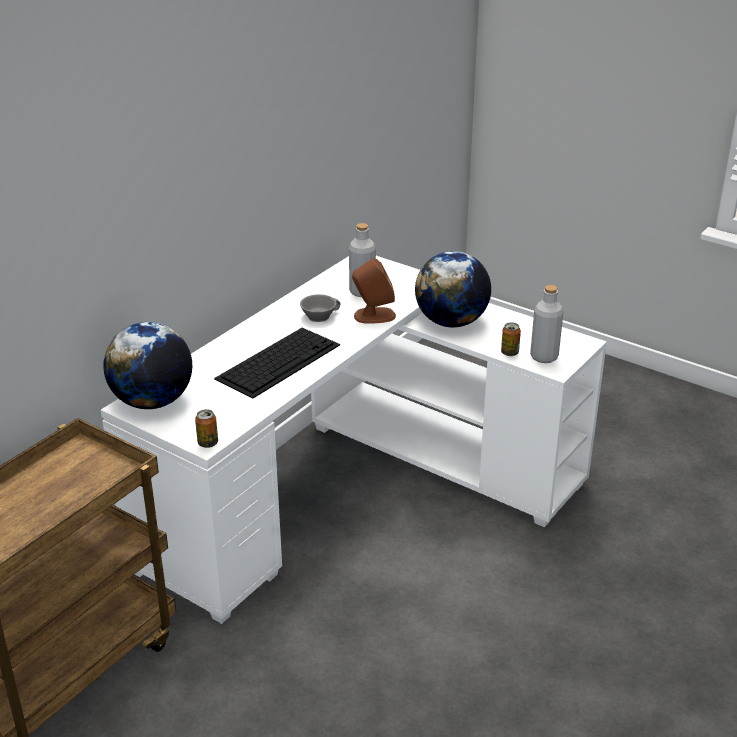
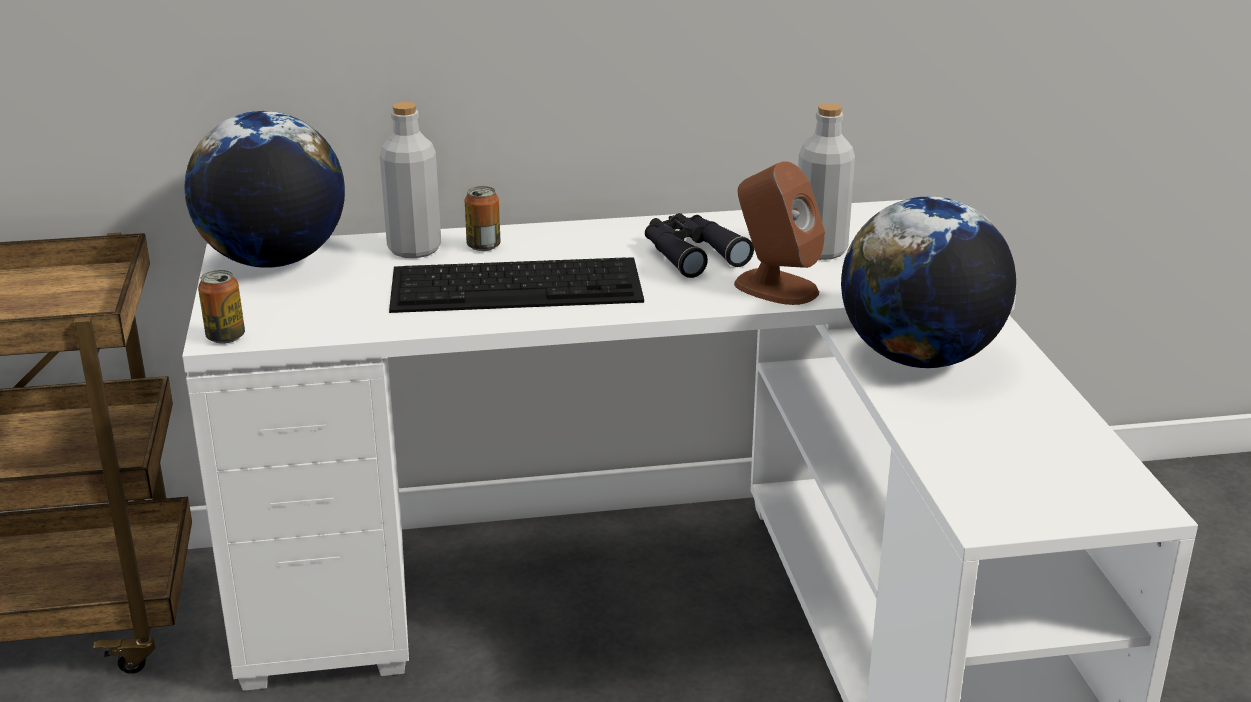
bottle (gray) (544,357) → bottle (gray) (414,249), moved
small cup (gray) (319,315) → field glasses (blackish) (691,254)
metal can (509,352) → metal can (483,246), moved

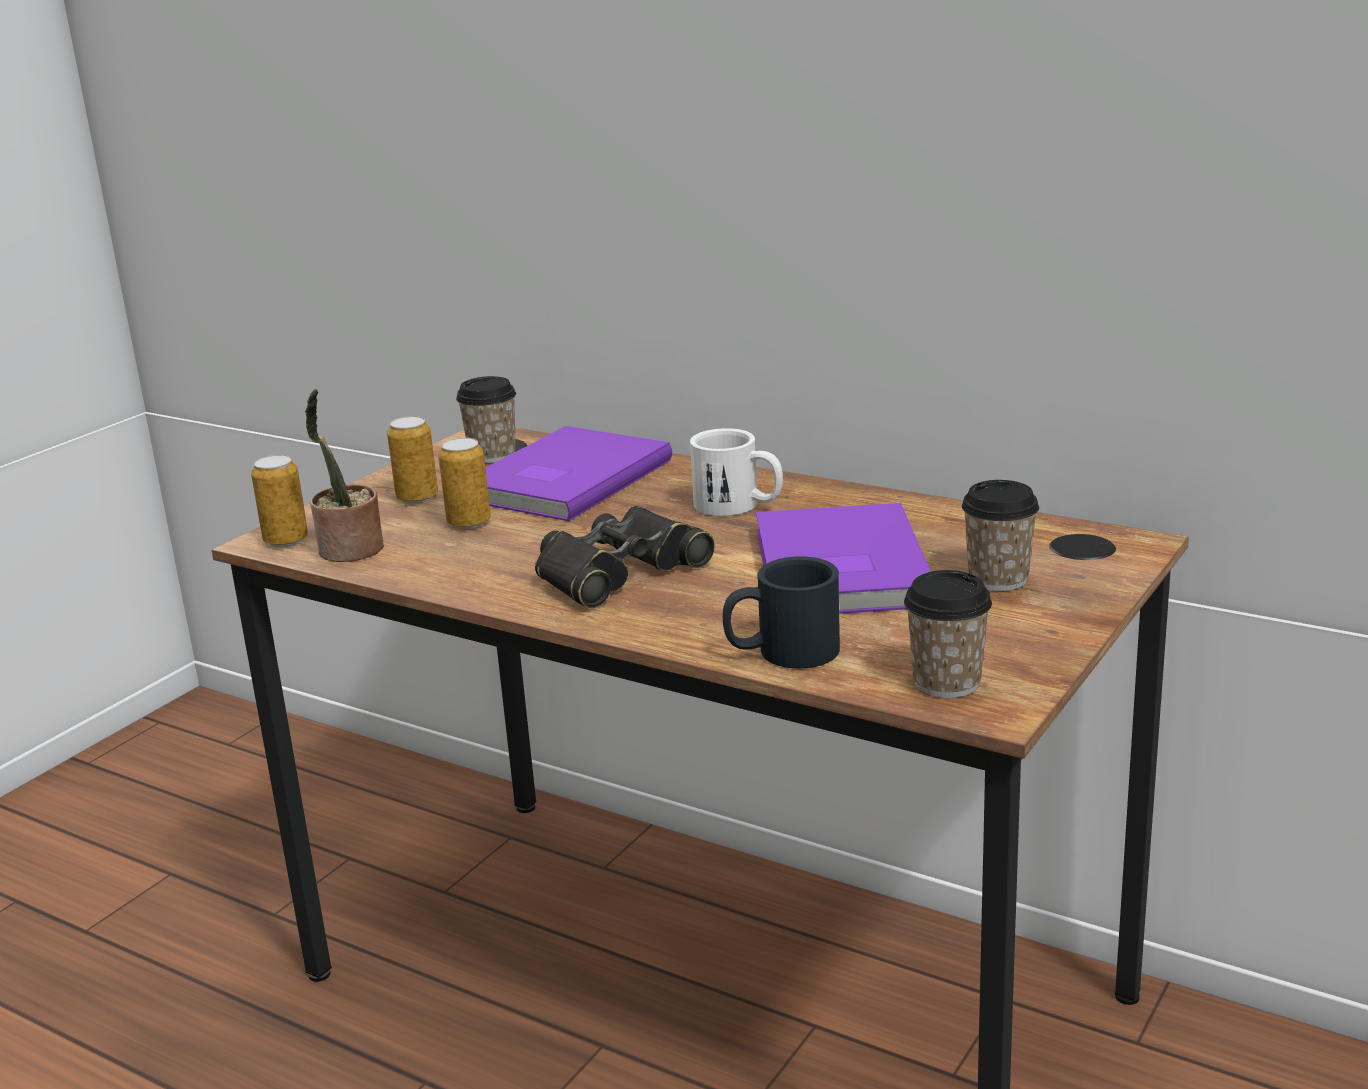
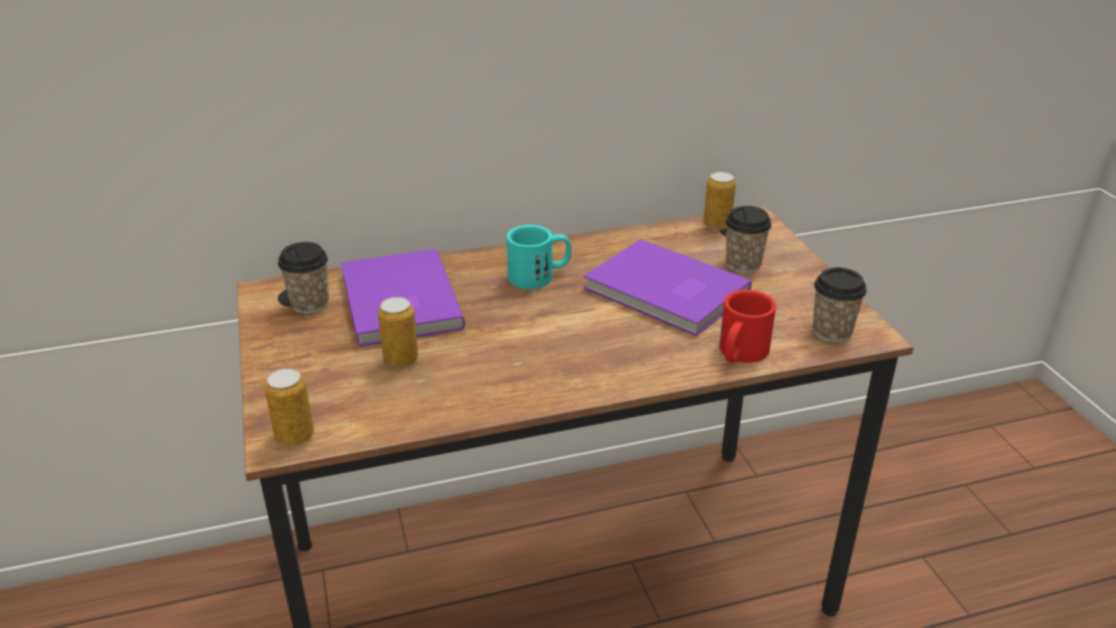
plant in a pot (349,551) → -
metal can (417,497) → metal can (717,225), moved
tea mug (whitish) (739,506) → tea mug (turquoise) (540,275)
field glasses (blackish) (618,572) → -
tea mug (blackish) (782,653) → tea mug (red-coloured) (739,354)

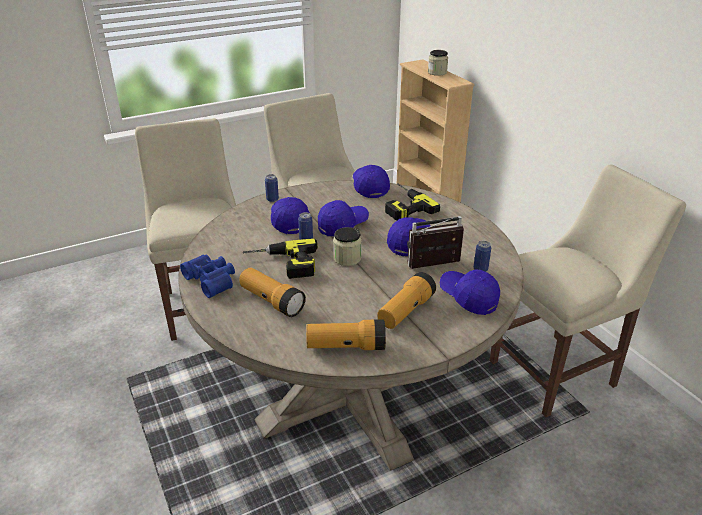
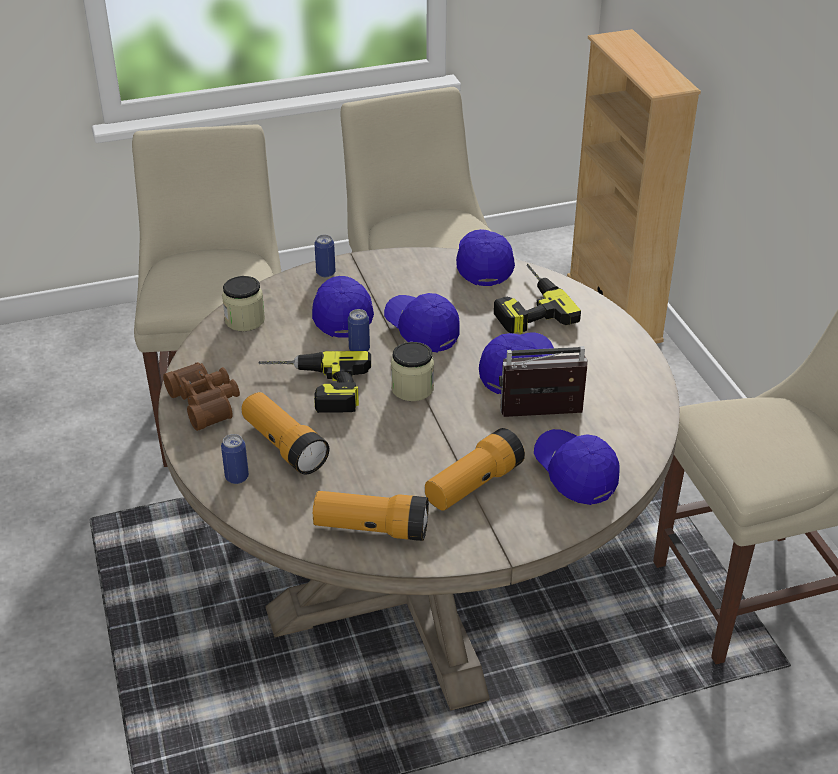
storage jar (437,72) → storage jar (245,320), moved
cap (blue-coloured) (342,225) → cap (blue-coloured) (421,330), 105 degrees counterclockwise
metal can (480,269) → metal can (237,477), moved
field glasses (blue-coloured) (212,280) → field glasses (brown) (207,402)

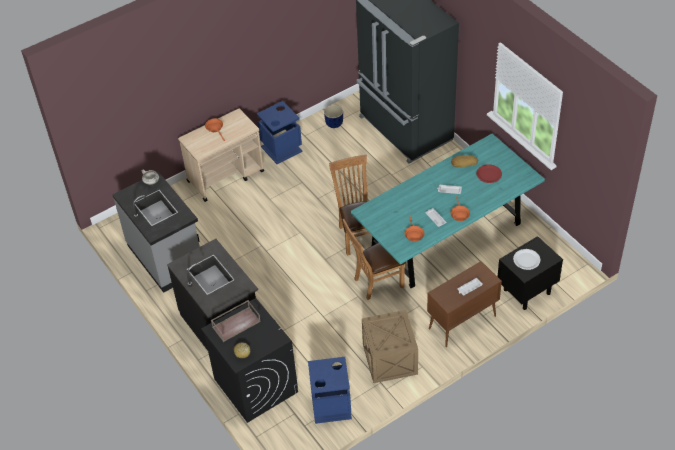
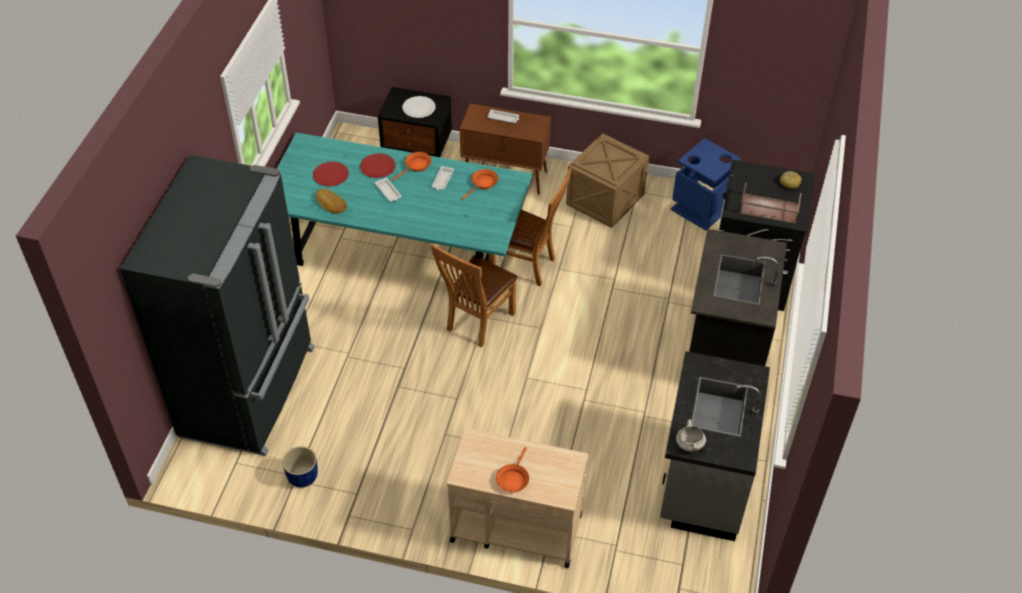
rubbish bin (blue-coloured) (281,149) → -
- → flat dish (red-coloured) (378,167)

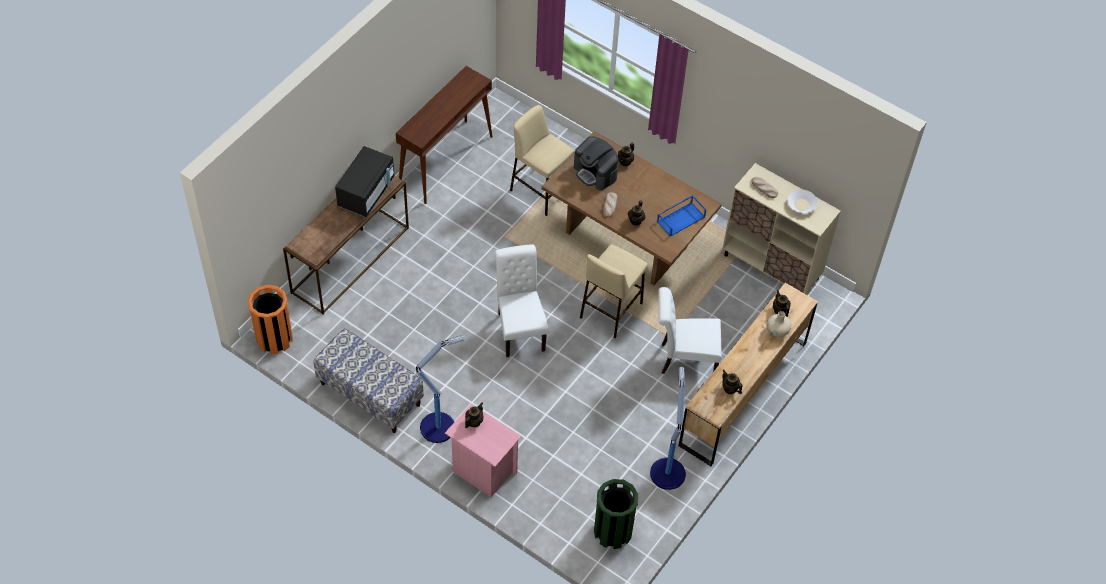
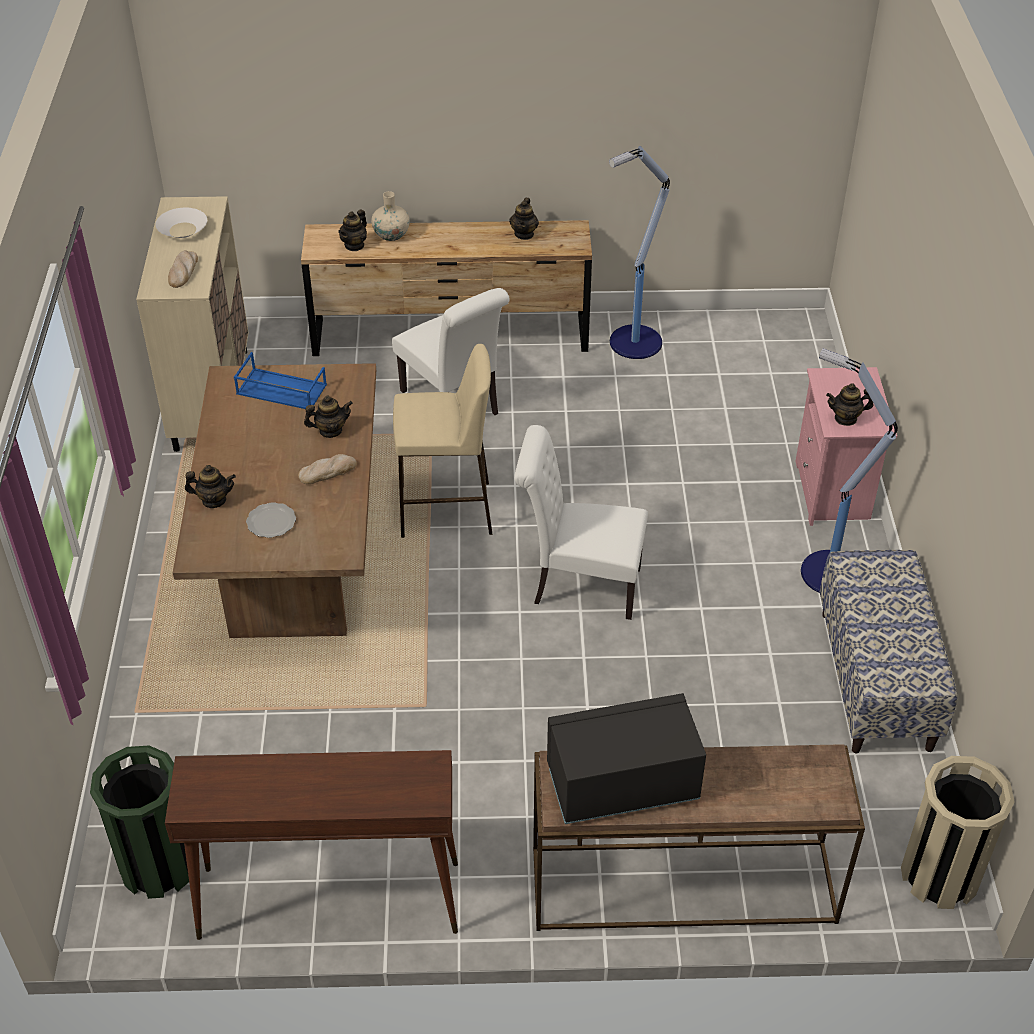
stool (beige) (540,191) → -
coffee maker (595,172) → flat dish (271,521)
plain chair (whitish) (519,328) → plain chair (whitish) (579,585), 60 degrees clockwise
rubbish bin (orange-coloured) (274,339) → rubbish bin (beige) (939,875)
rubbish bin (green-coloured) (613,531) → rubbish bin (green-coloured) (159,865), moved

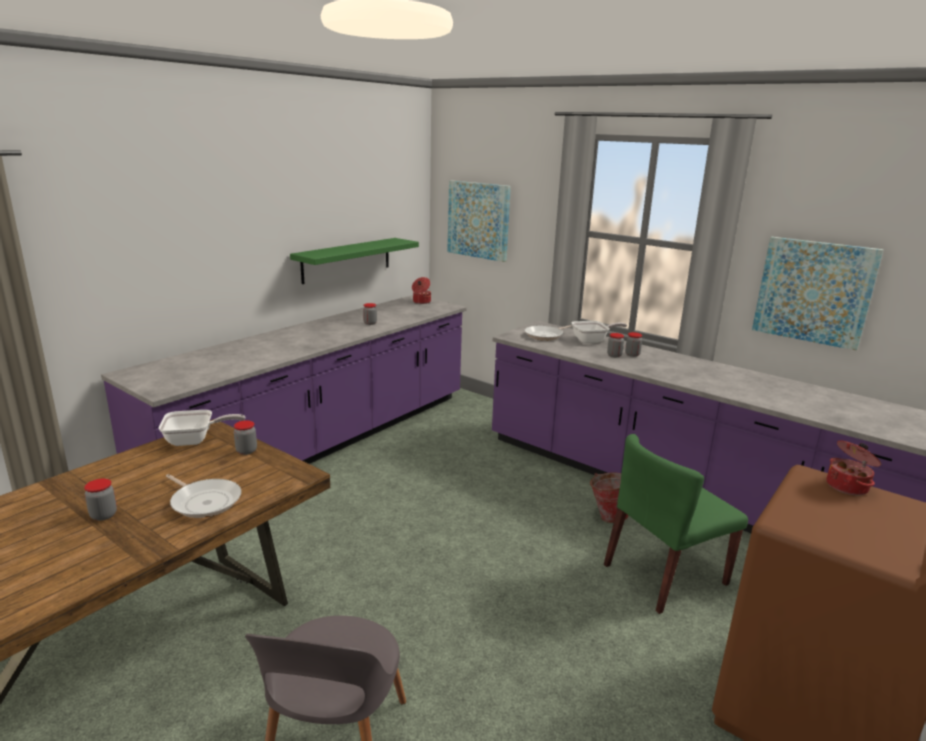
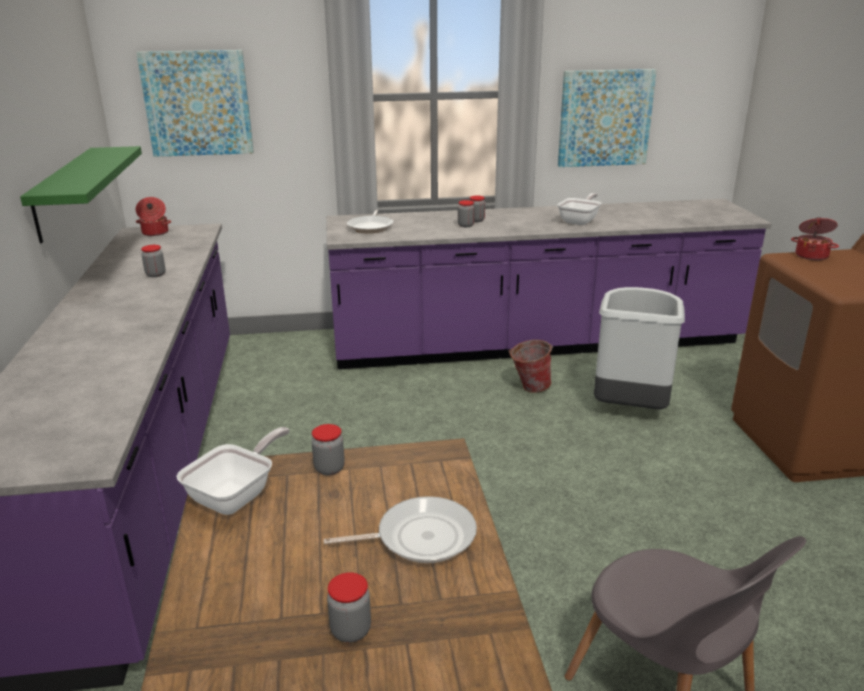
pan (592,341) → pan (580,221), moved
plain chair (green-coloured) (664,575) → rubbish bin (gray) (629,408)

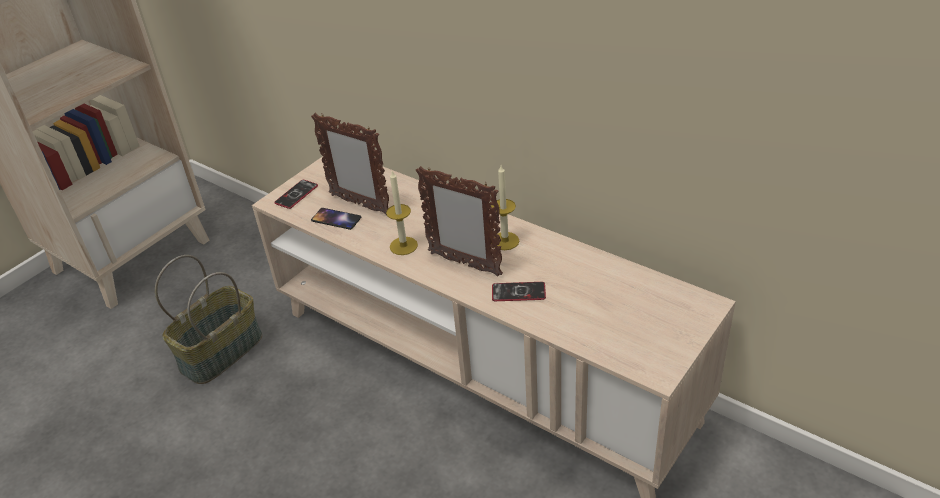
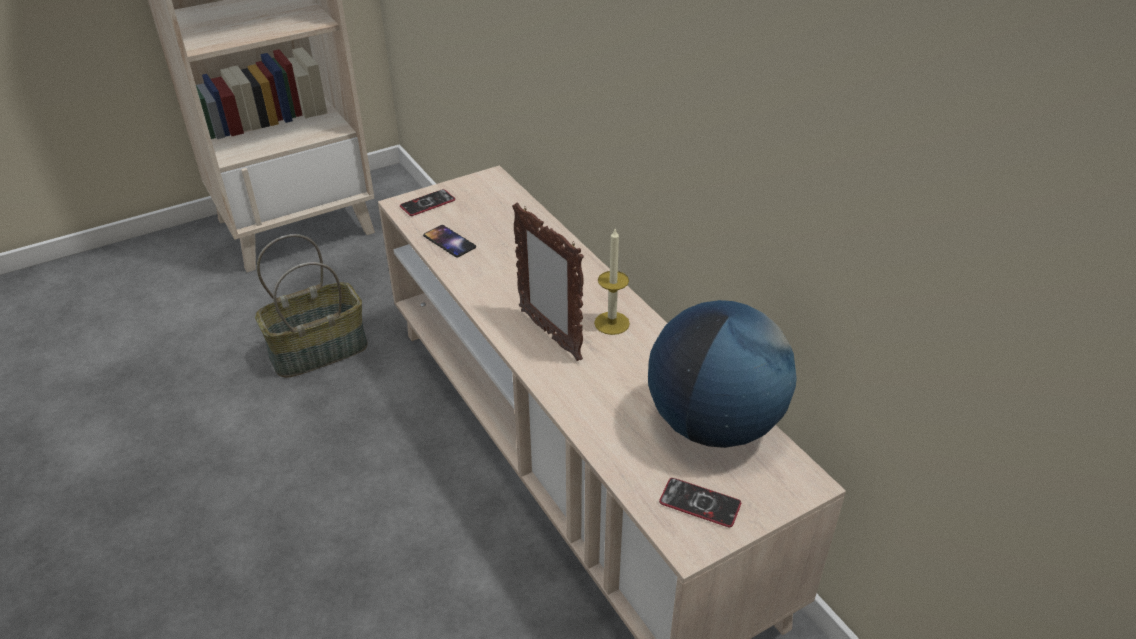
picture frame (359,204) → -
wax candle (403,246) → -
phone (518,292) → phone (700,503), moved
- → world globe (714,424)

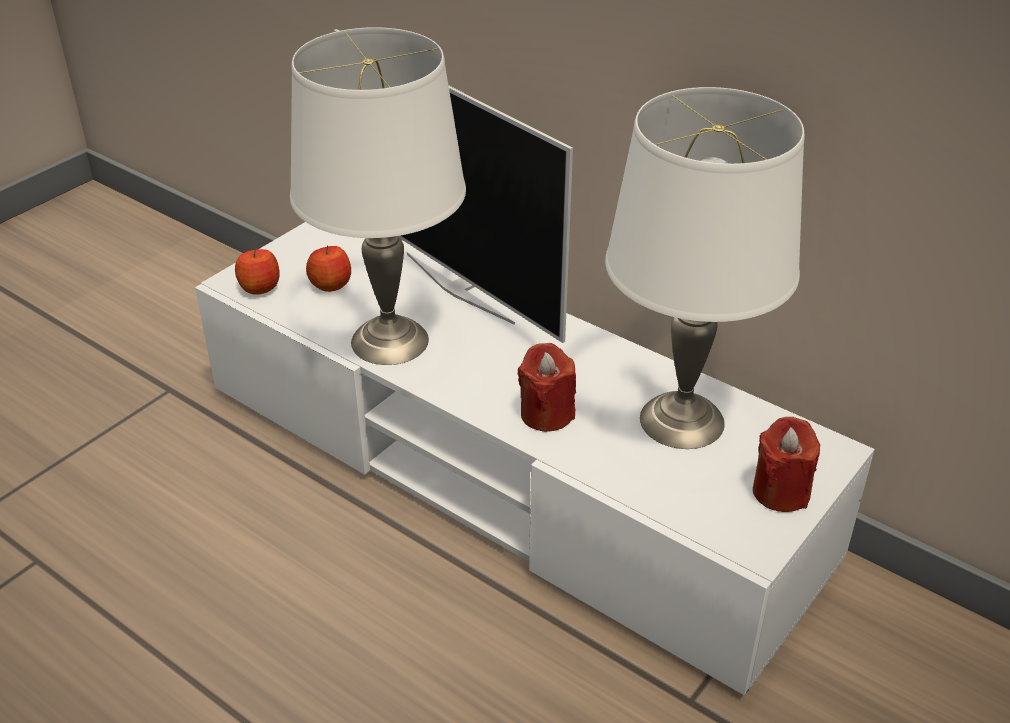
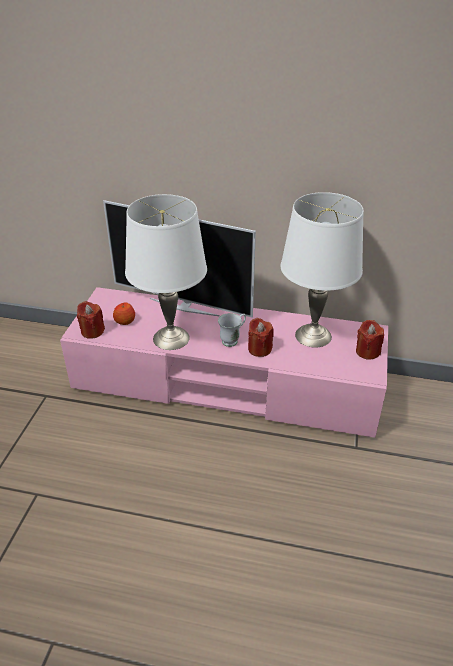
media console (whitish) (505,471) → media console (pink) (226,383)
apple fruit (259,287) → wax candle (red-coloured) (92,331)
- → tea mug (whitish) (233,340)

